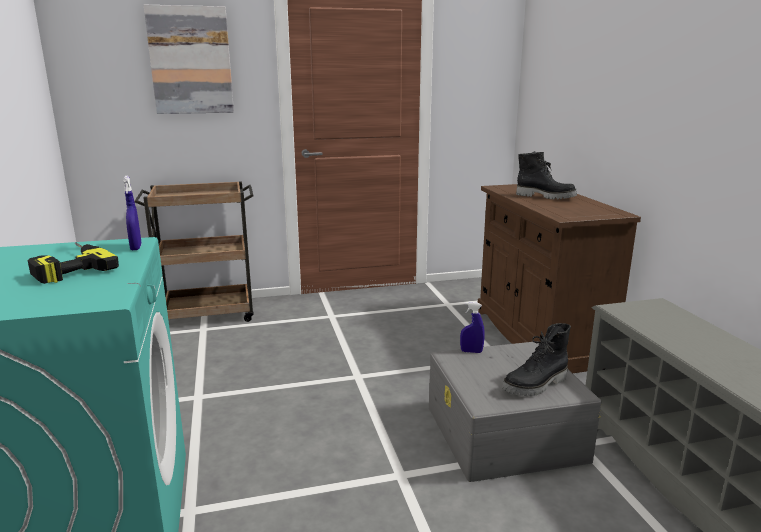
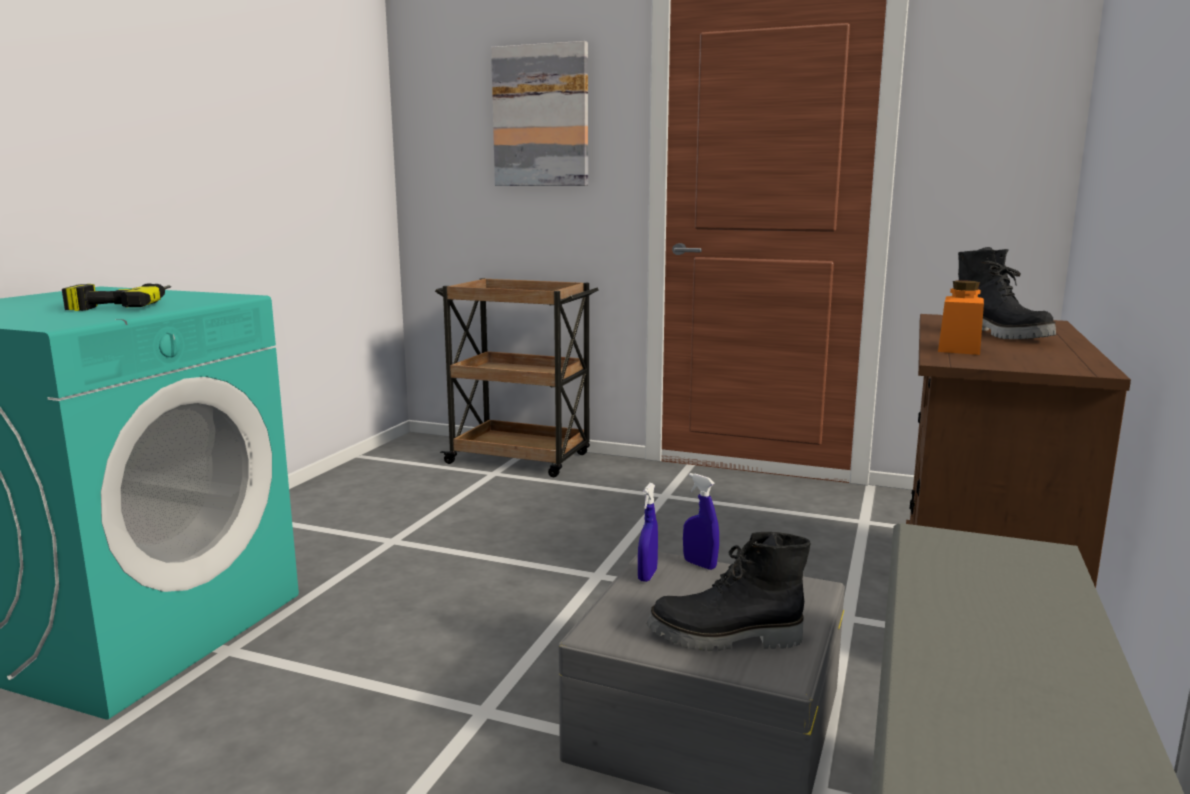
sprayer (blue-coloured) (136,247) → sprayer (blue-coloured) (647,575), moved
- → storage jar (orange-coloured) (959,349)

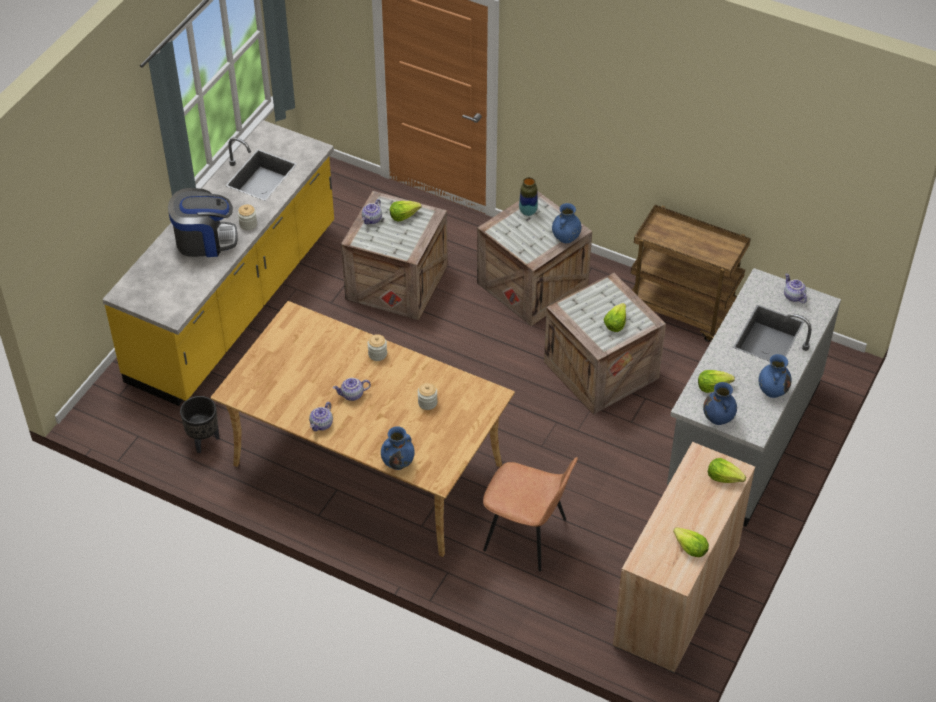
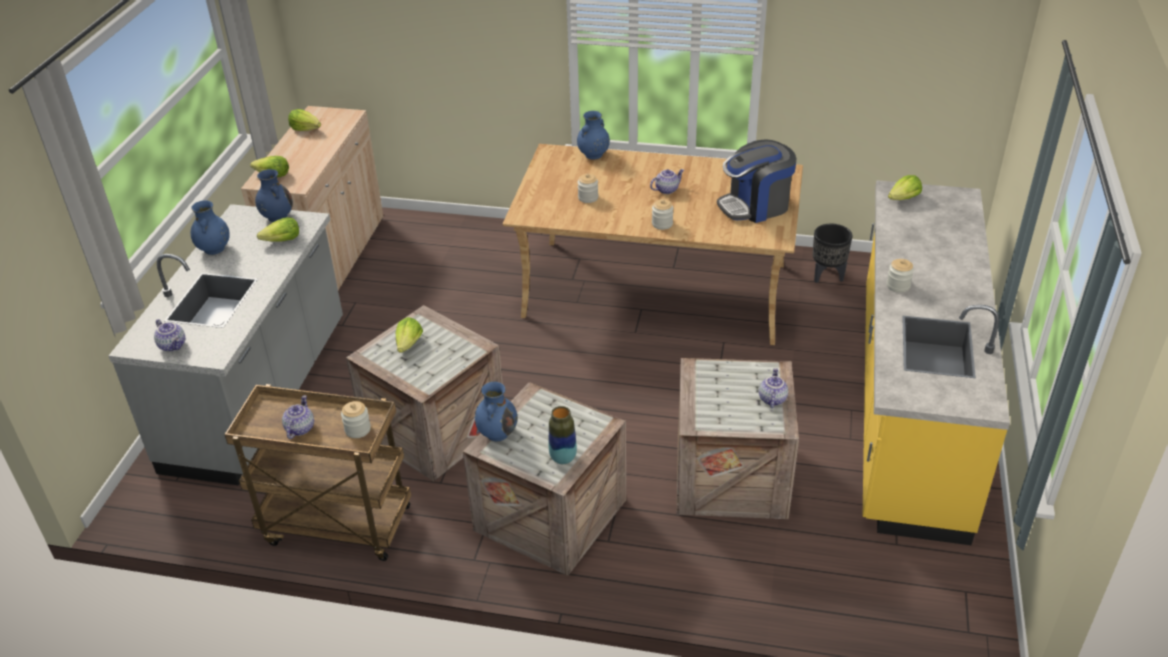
coffee maker (205,240) → coffee maker (755,206), moved
head of lettuce (403,215) → head of lettuce (904,199), moved
pot for tea (322,424) → pot for tea (299,429), moved
plain chair (brown) (527,536) → -
- → storage jar (357,429)

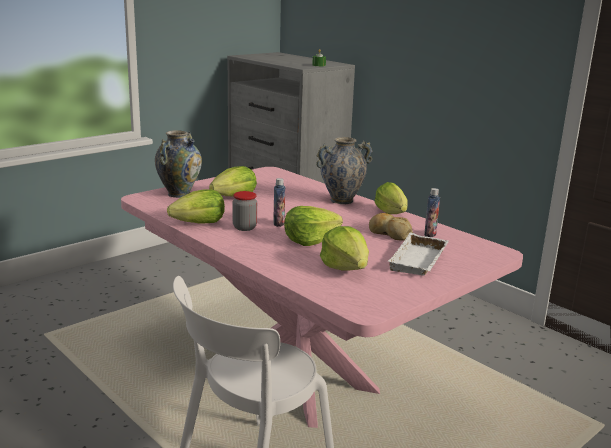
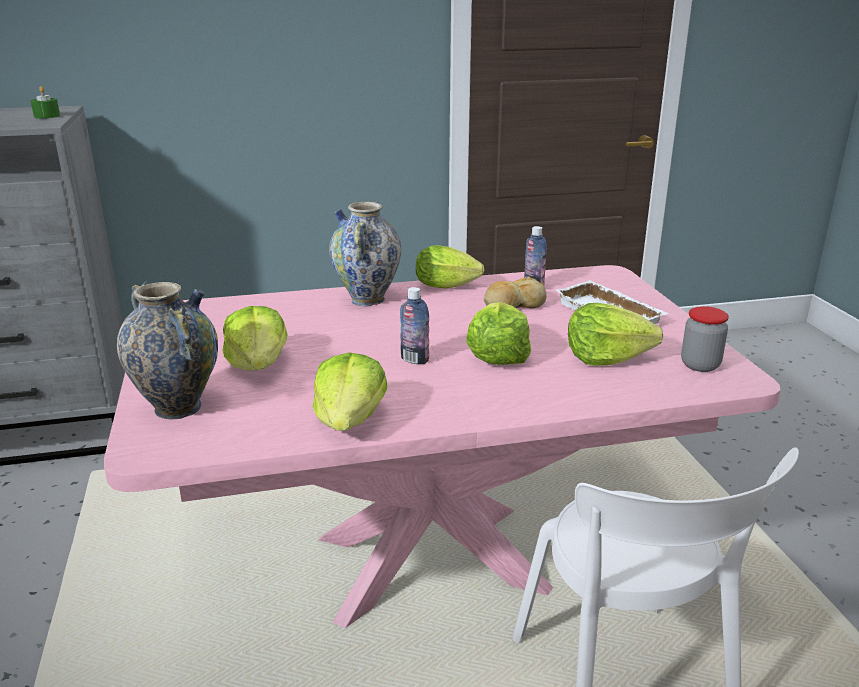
storage jar (244,227) → storage jar (700,365), moved

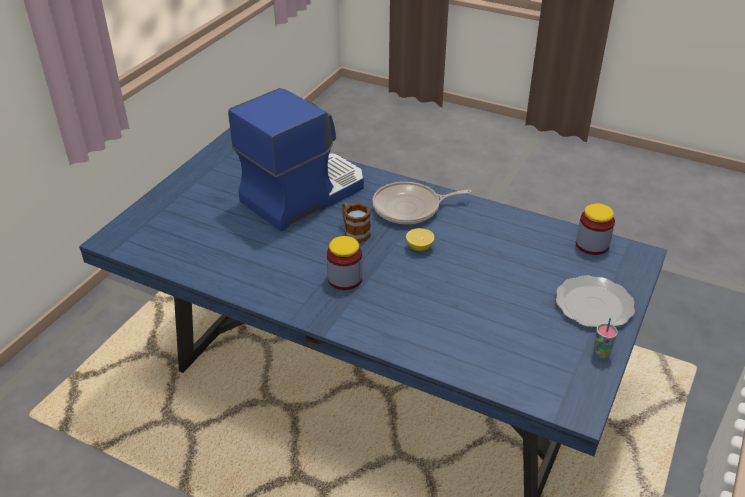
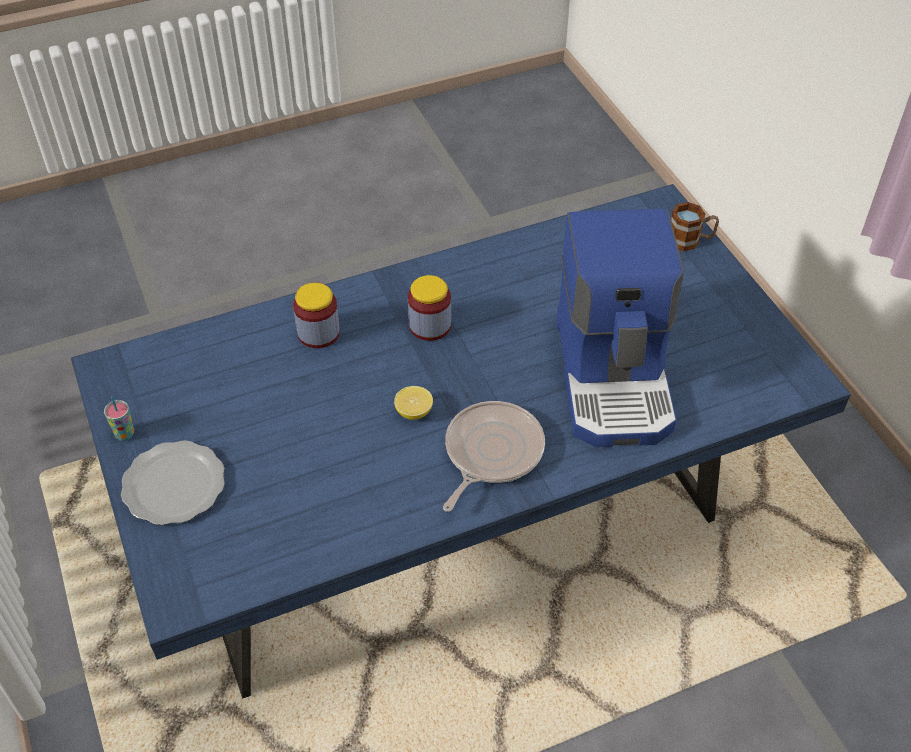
tea mug (354,232) → tea mug (690,240), moved
storage jar (592,245) → storage jar (318,333), moved

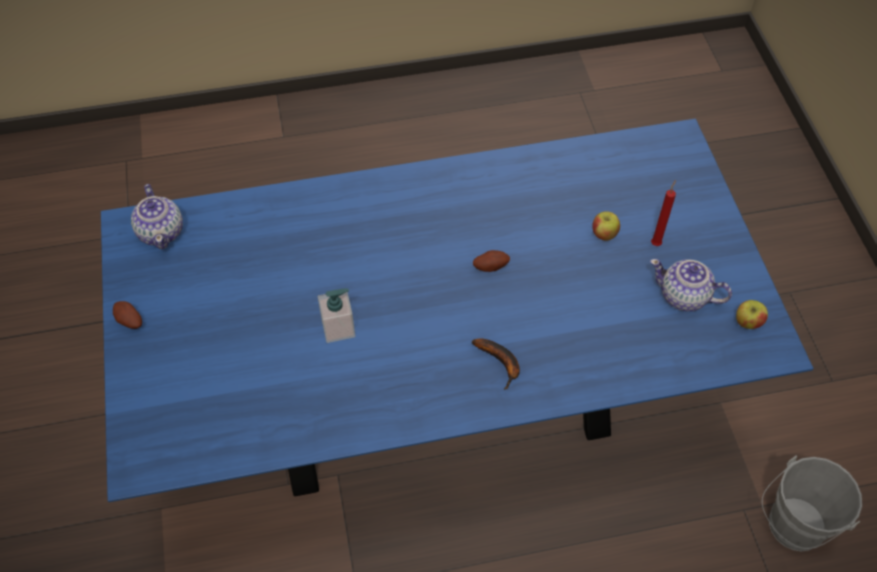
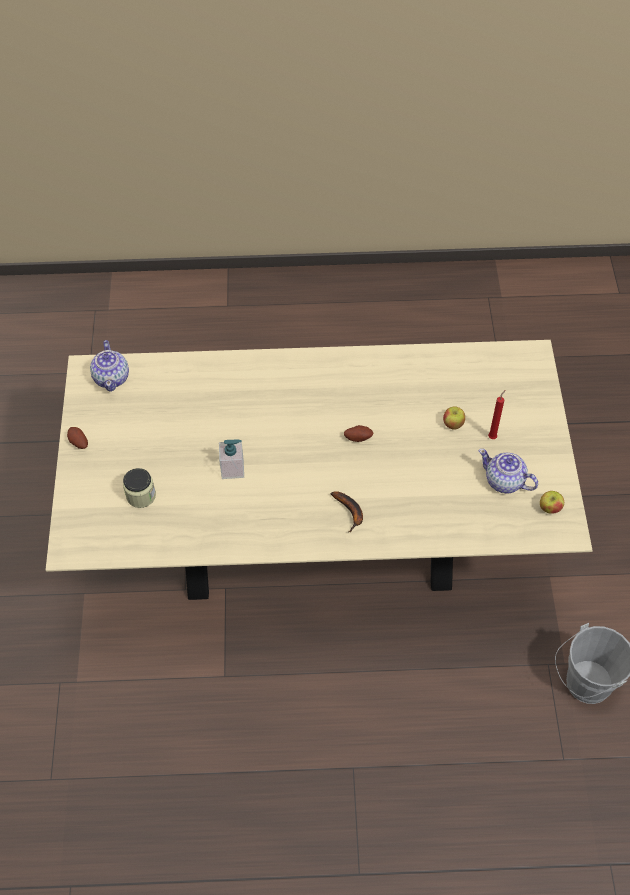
dining table (blue-coloured) (438,403) → dining table (beige) (316,543)
- → storage jar (141,495)

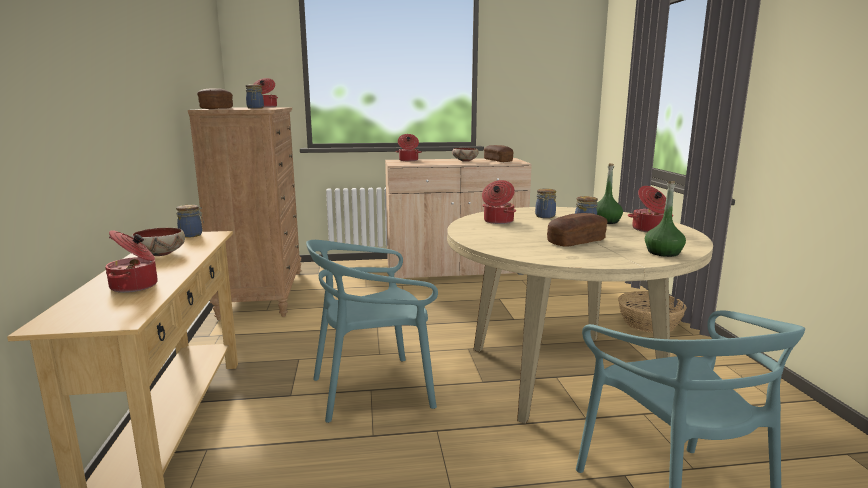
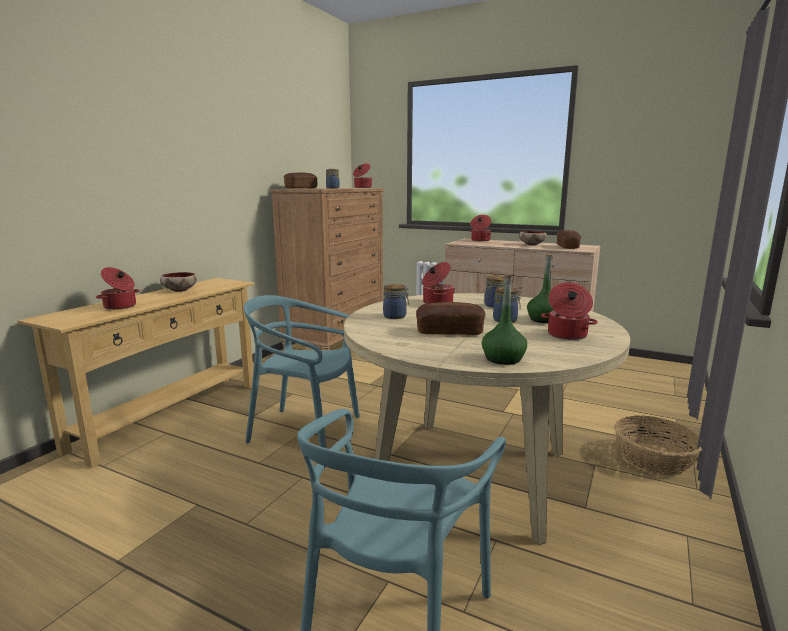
storage jar (192,235) → storage jar (396,316), moved

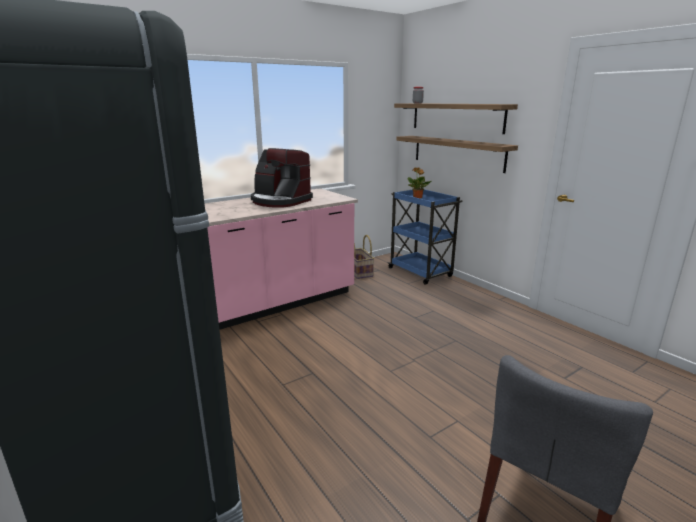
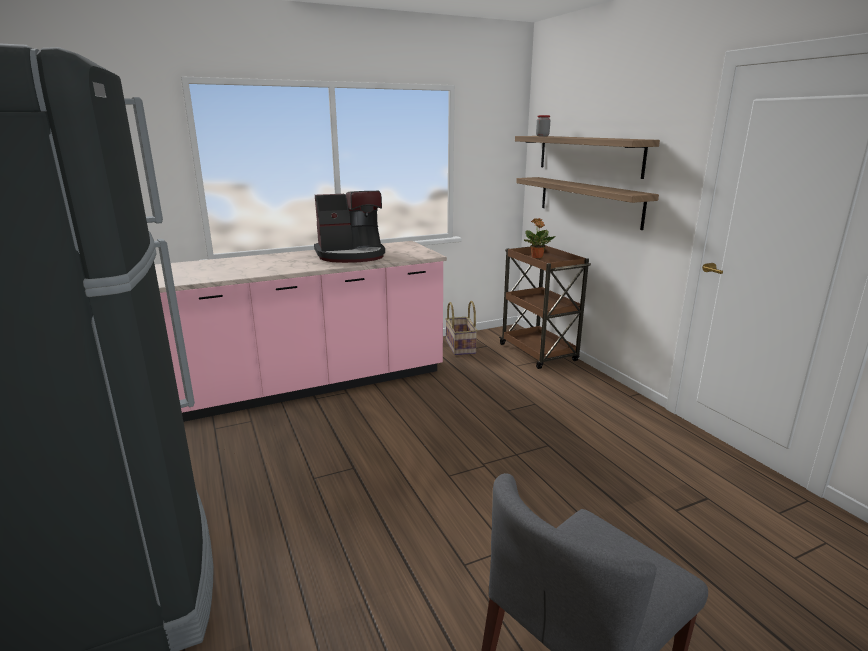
coffee maker (280,201) → coffee maker (351,255), 60 degrees counterclockwise
wheeled cart (blue-coloured) (421,273) → wheeled cart (brown) (539,353)

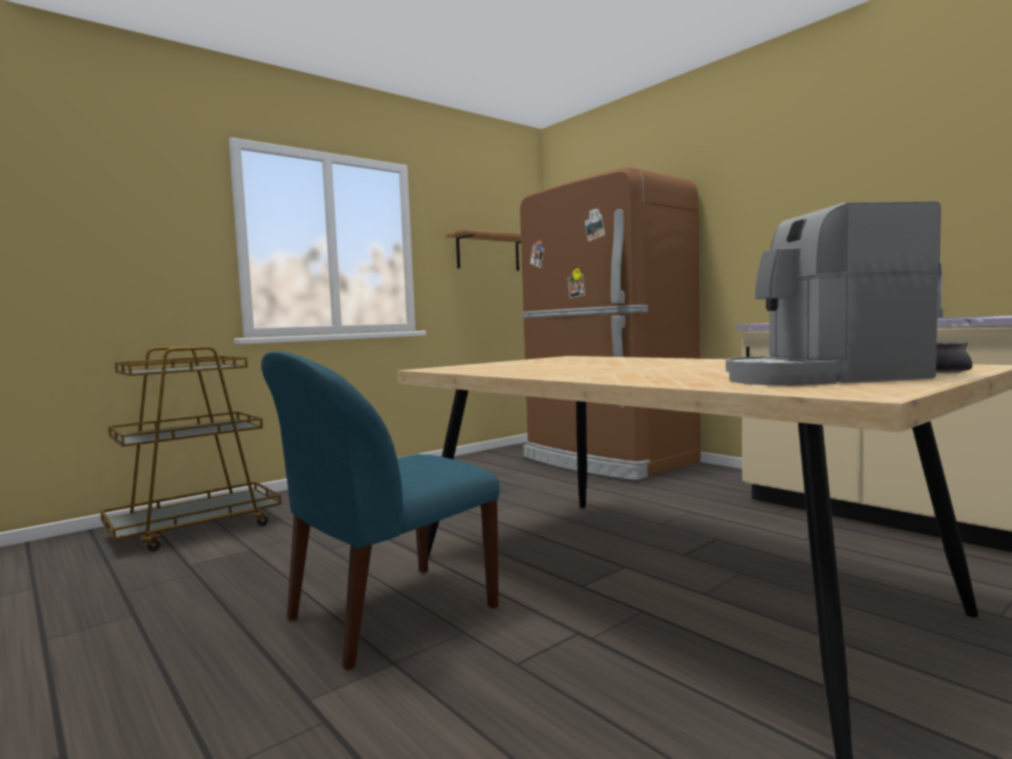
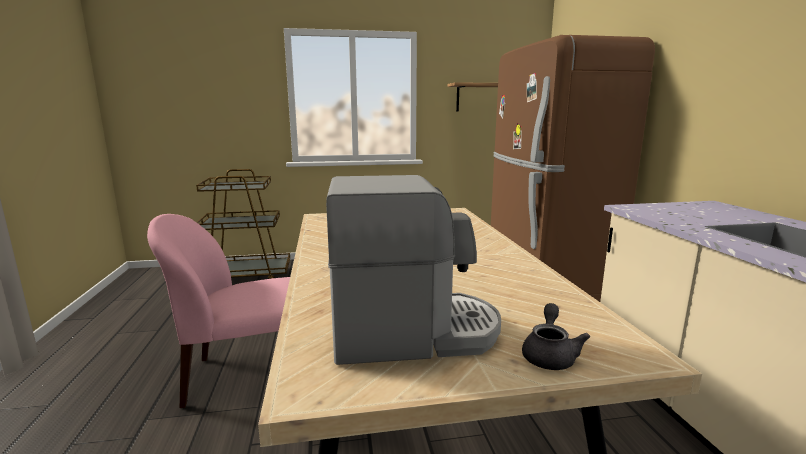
coffee maker (820,378) → coffee maker (413,333), 150 degrees clockwise
plain chair (blue-coloured) (388,614) → plain chair (pink) (244,376)

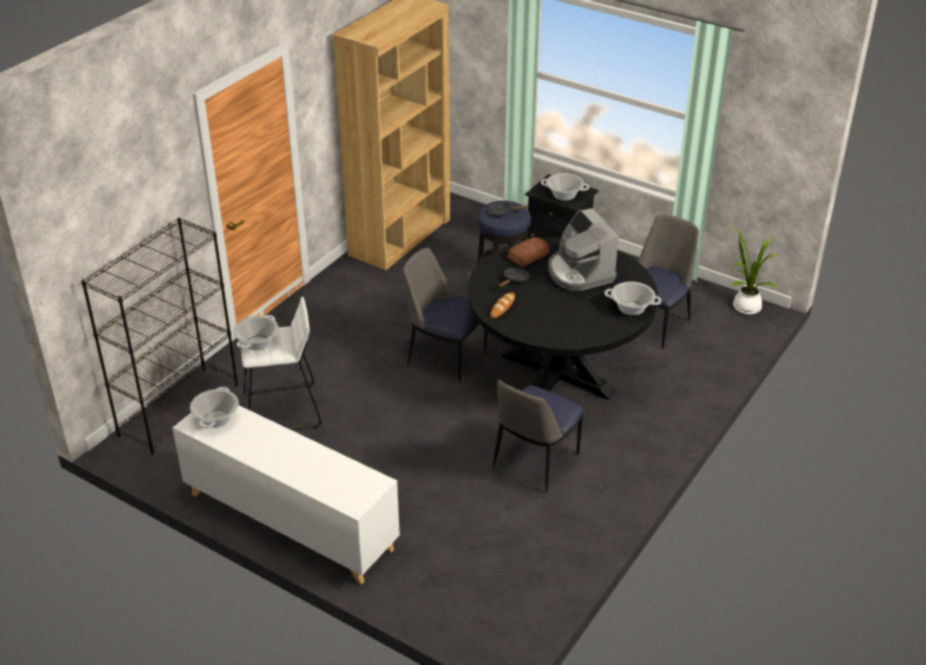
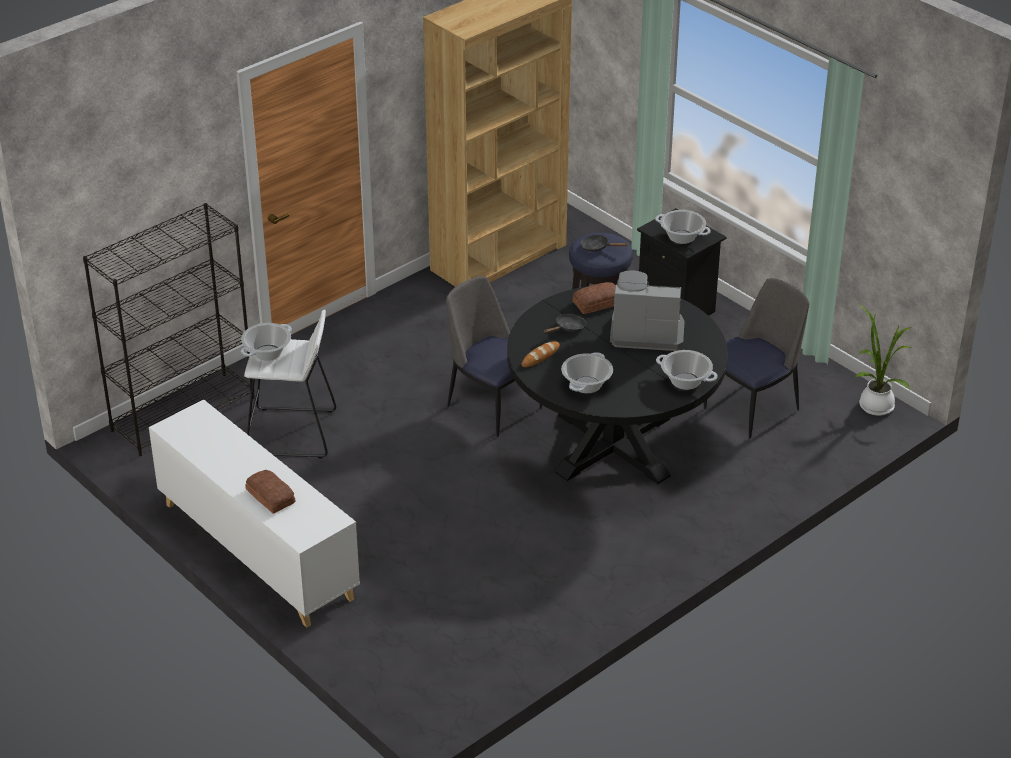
coffee maker (579,272) → coffee maker (646,331), 105 degrees clockwise
plain chair (534,463) → -
saucepot (216,419) → saucepot (587,385), moved
- → bread (271,495)

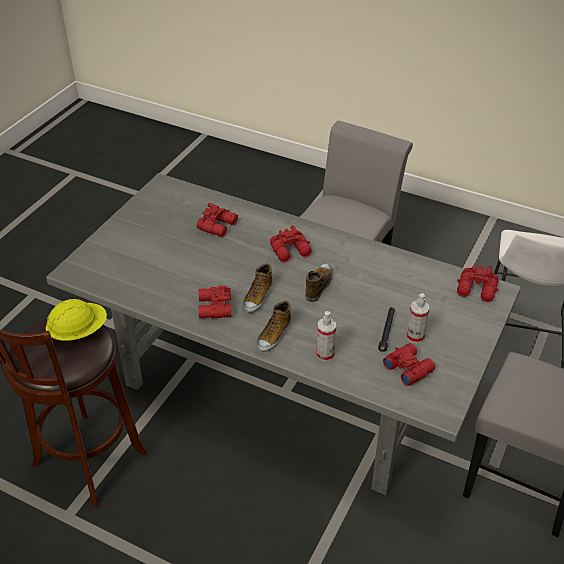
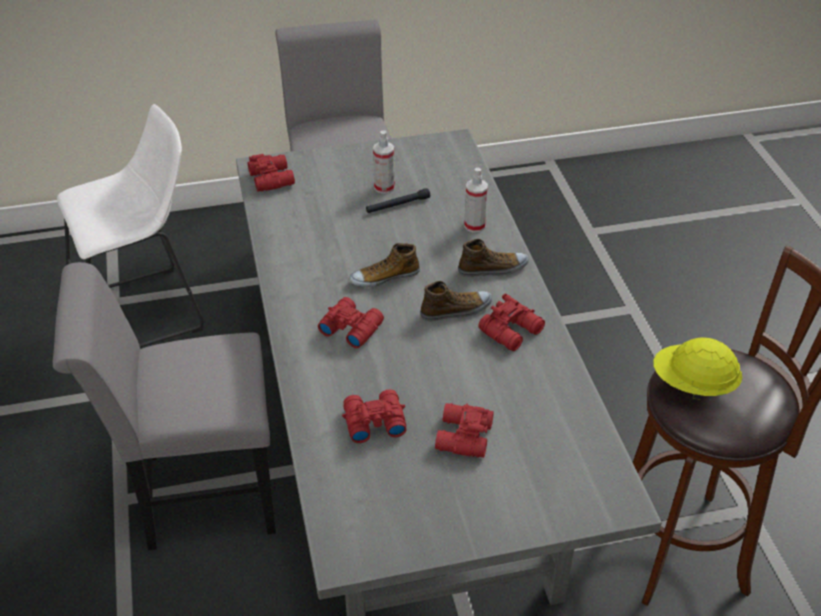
field glasses (red-coloured) (408,368) → field glasses (red-coloured) (462,437), moved

